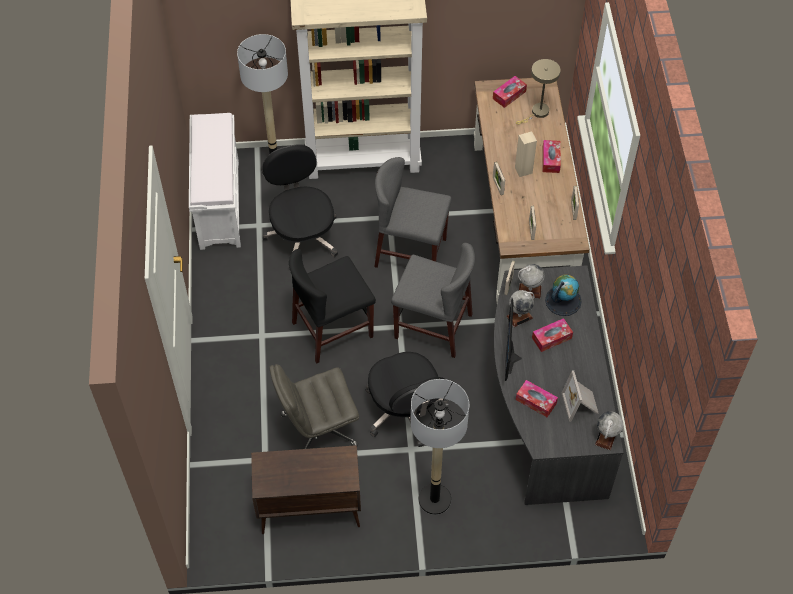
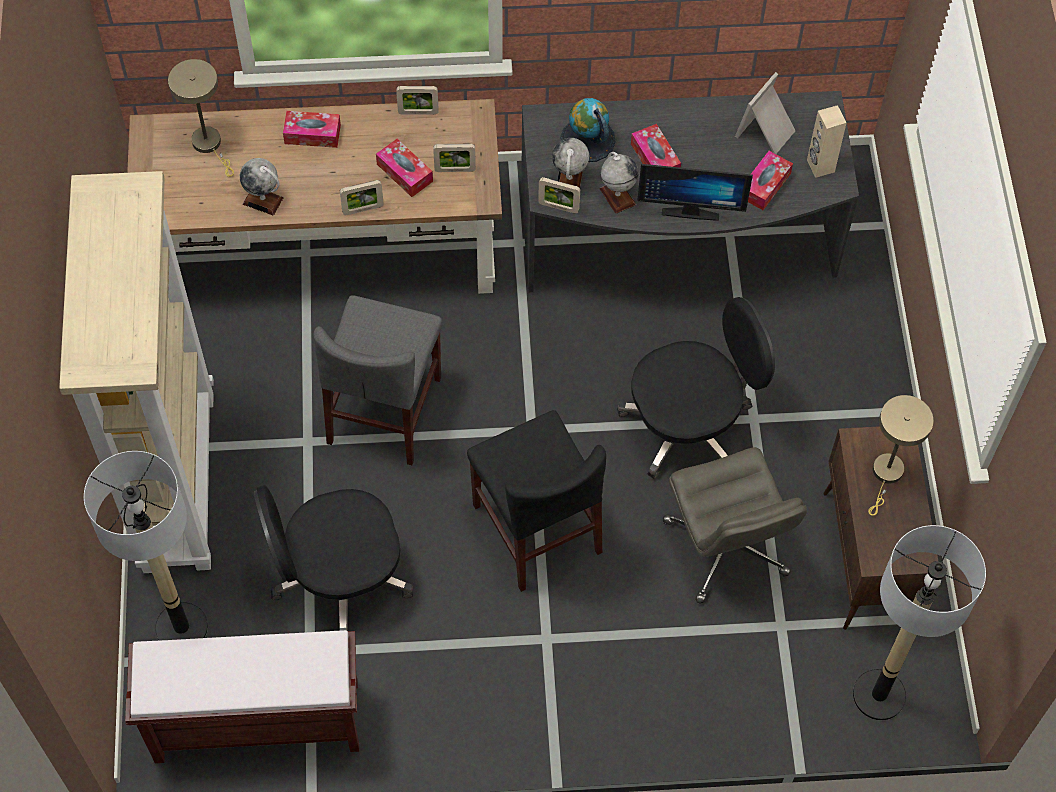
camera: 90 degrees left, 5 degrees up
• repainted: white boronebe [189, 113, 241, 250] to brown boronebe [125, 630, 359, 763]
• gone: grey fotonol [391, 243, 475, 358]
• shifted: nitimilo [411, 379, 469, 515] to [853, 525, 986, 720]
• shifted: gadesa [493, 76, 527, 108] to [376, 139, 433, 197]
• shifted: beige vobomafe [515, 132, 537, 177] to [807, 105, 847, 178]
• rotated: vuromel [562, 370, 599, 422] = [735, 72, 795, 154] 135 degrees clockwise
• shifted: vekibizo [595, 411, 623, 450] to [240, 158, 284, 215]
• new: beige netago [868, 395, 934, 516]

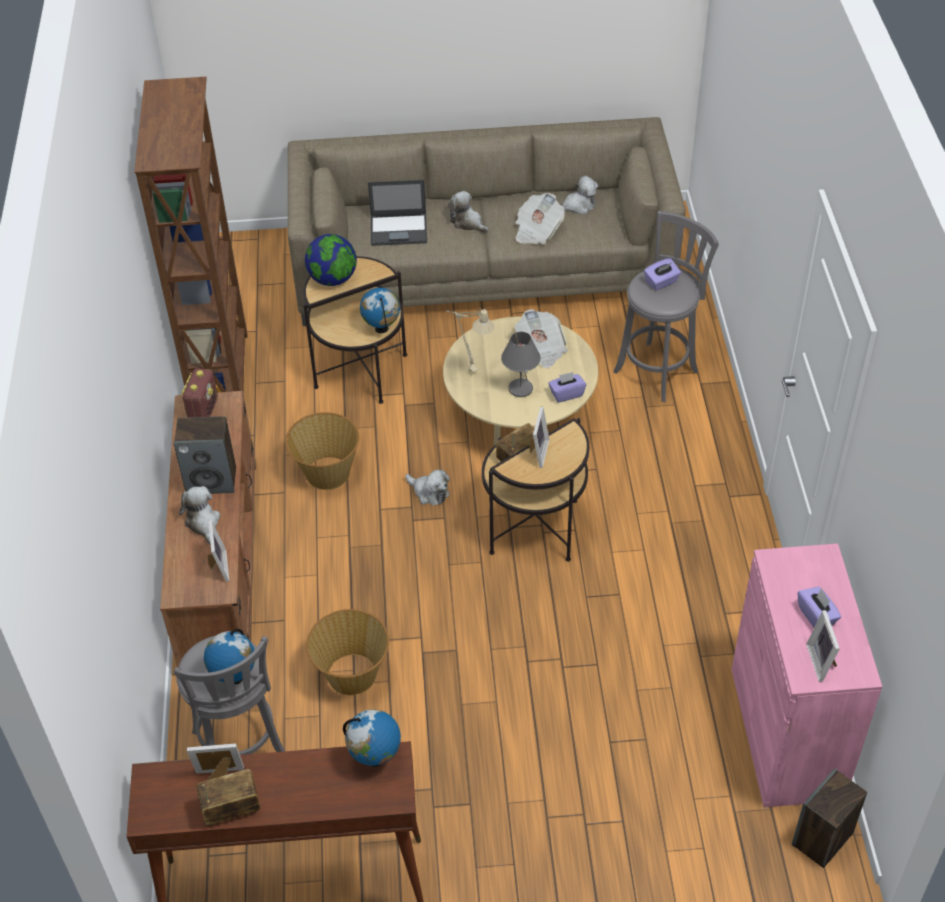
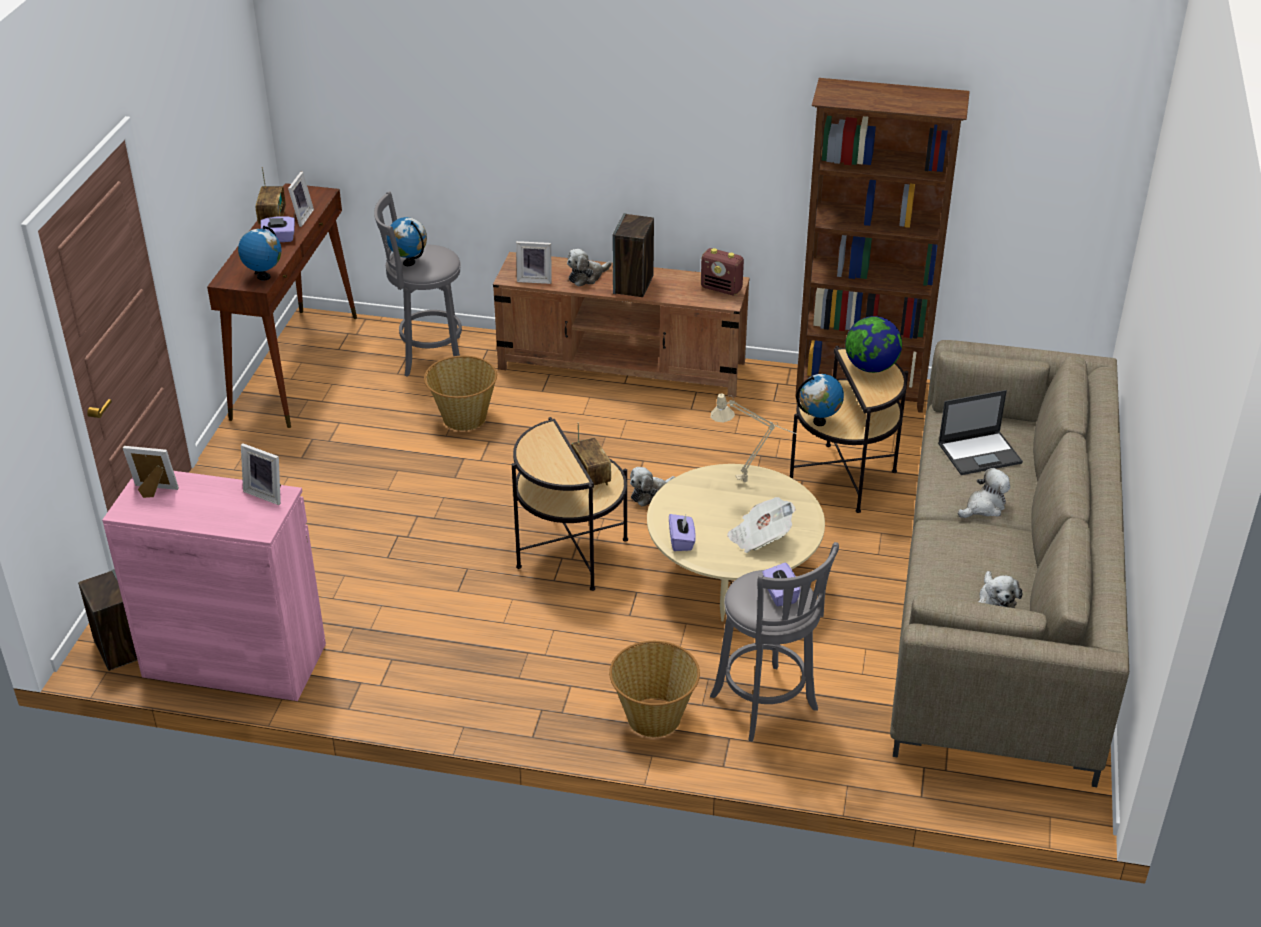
camera: 105 degrees right, 10 degrees down
• rotated: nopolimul [179, 486, 220, 545] = [567, 249, 612, 286] 150 degrees clockwise
• shifted: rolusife [285, 412, 359, 490] to [609, 641, 700, 737]
• rotated: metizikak [368, 180, 427, 246] = [938, 390, 1023, 475] 120 degrees counterclockwise
• gone: grey netago [501, 332, 541, 397]
• gone: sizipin [515, 193, 565, 245]
• shifted: vuromel [529, 407, 549, 468] to [241, 443, 281, 505]
• shifted: purple gadesa [798, 587, 841, 627] to [261, 216, 295, 242]

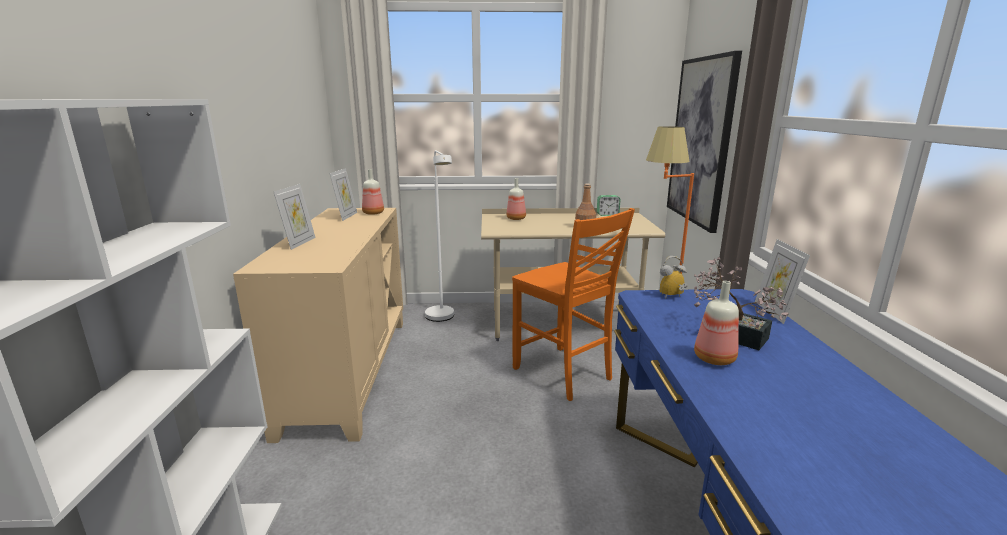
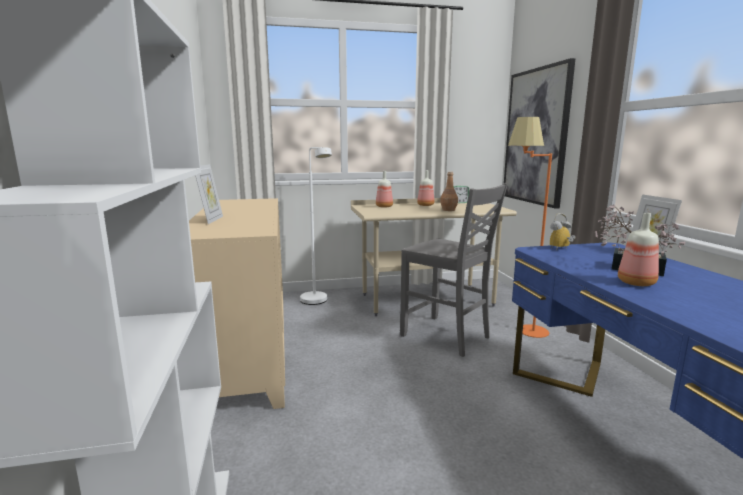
camera: 10 degrees left, 5 degrees down
• gone: vuromel [329, 168, 357, 221]
• shifted: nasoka [362, 169, 384, 215] to [417, 170, 434, 206]
• repainted: orange fotonol [512, 208, 635, 401] to grey fotonol [400, 183, 508, 357]

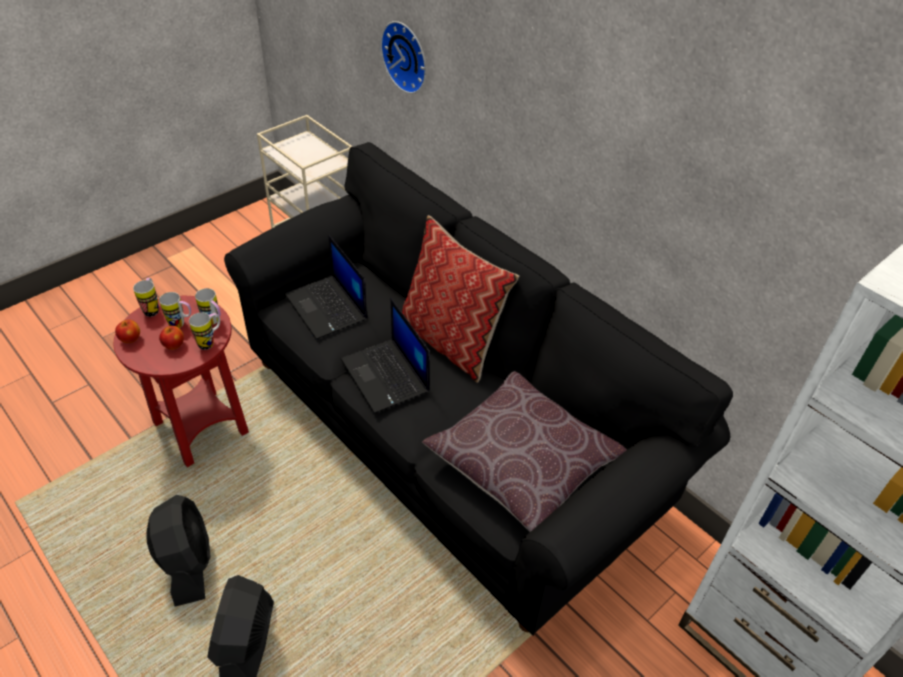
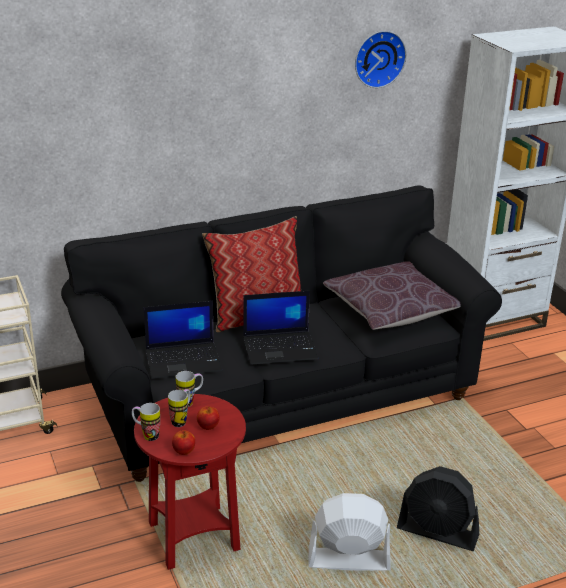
camera: 70 degrees left, 15 degrees down
• repainted: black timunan [146, 495, 211, 606] to white timunan [308, 493, 391, 571]
• gone: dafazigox [189, 312, 220, 350]
• shifted: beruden [380, 21, 426, 94] to [355, 31, 406, 88]

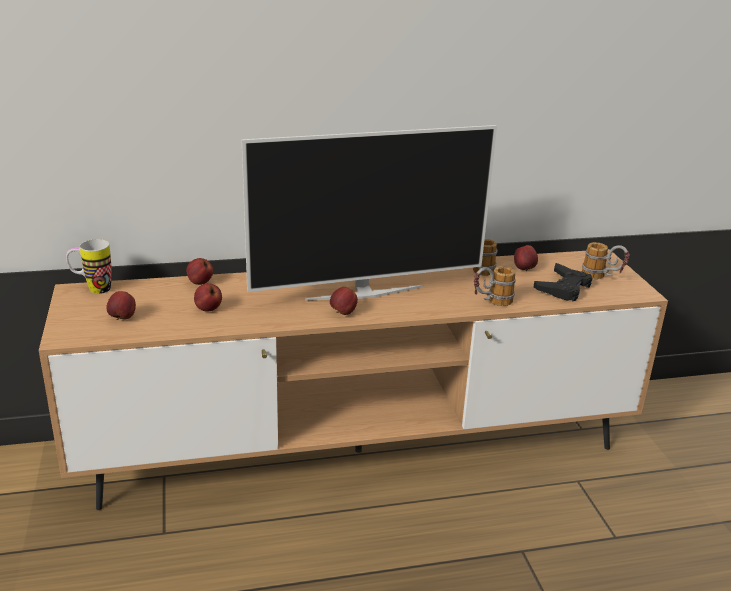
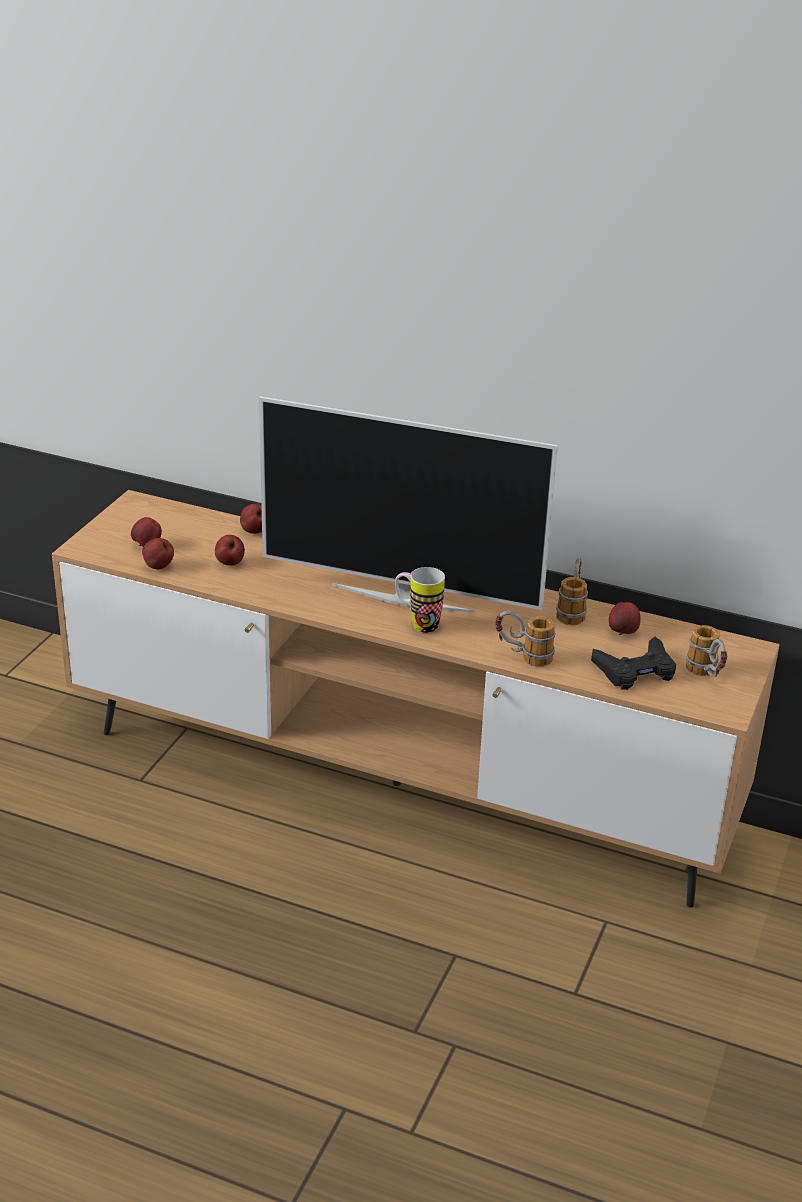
camera: 35 degrees right, 5 degrees up
• shifted: dafazigox [66, 239, 112, 294] to [395, 567, 445, 633]
• shifted: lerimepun [330, 287, 358, 315] to [142, 538, 174, 569]

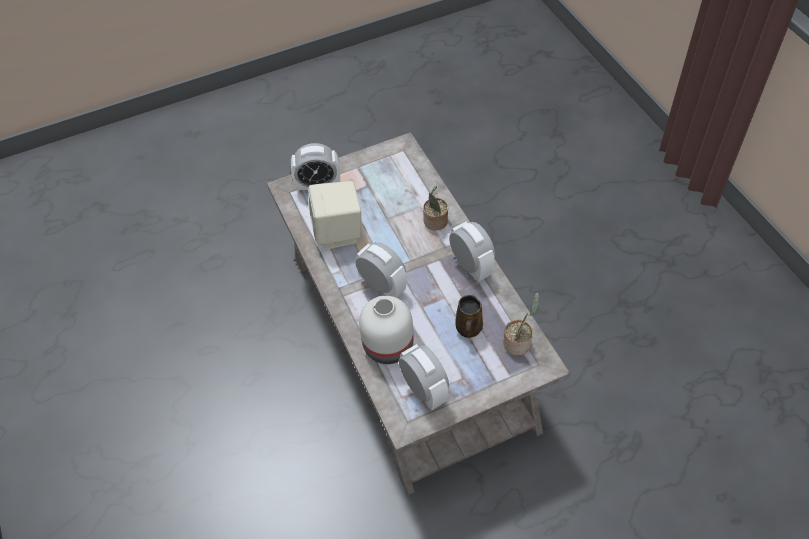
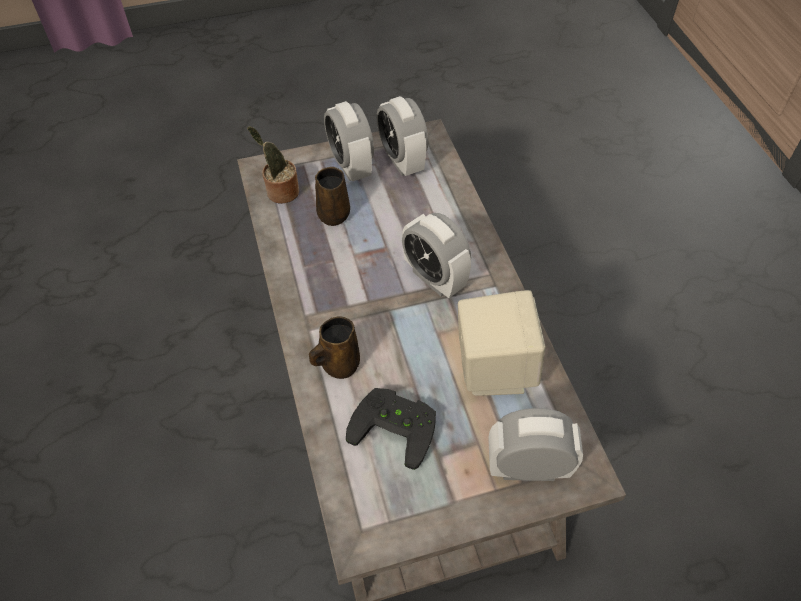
camera: 175 degrees left, 0 degrees up
• gone: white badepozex [359, 296, 413, 364]
• swapped: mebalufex [423, 186, 448, 230] to brown dafazigox [309, 316, 360, 379]
• shifted: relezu [449, 222, 495, 282] to [324, 101, 374, 181]
• new: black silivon [346, 388, 436, 470]

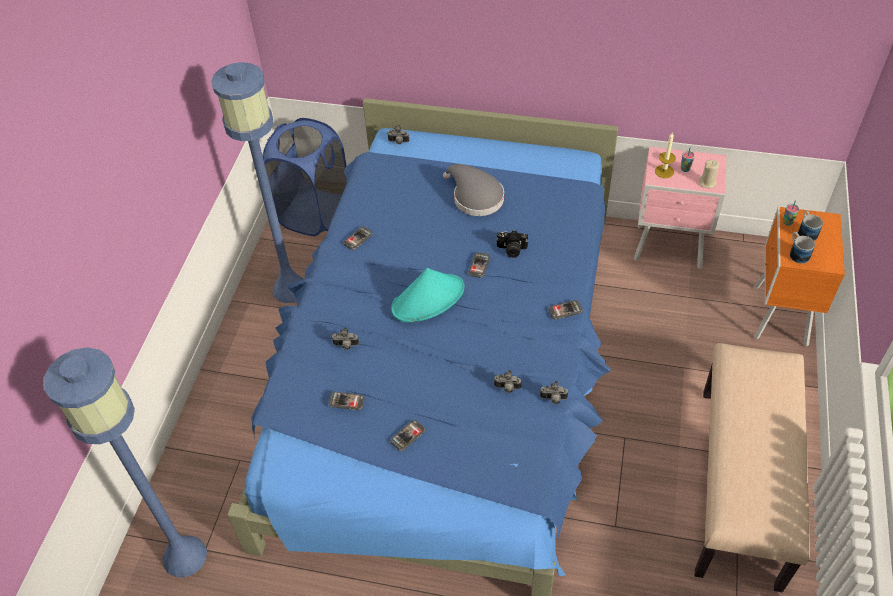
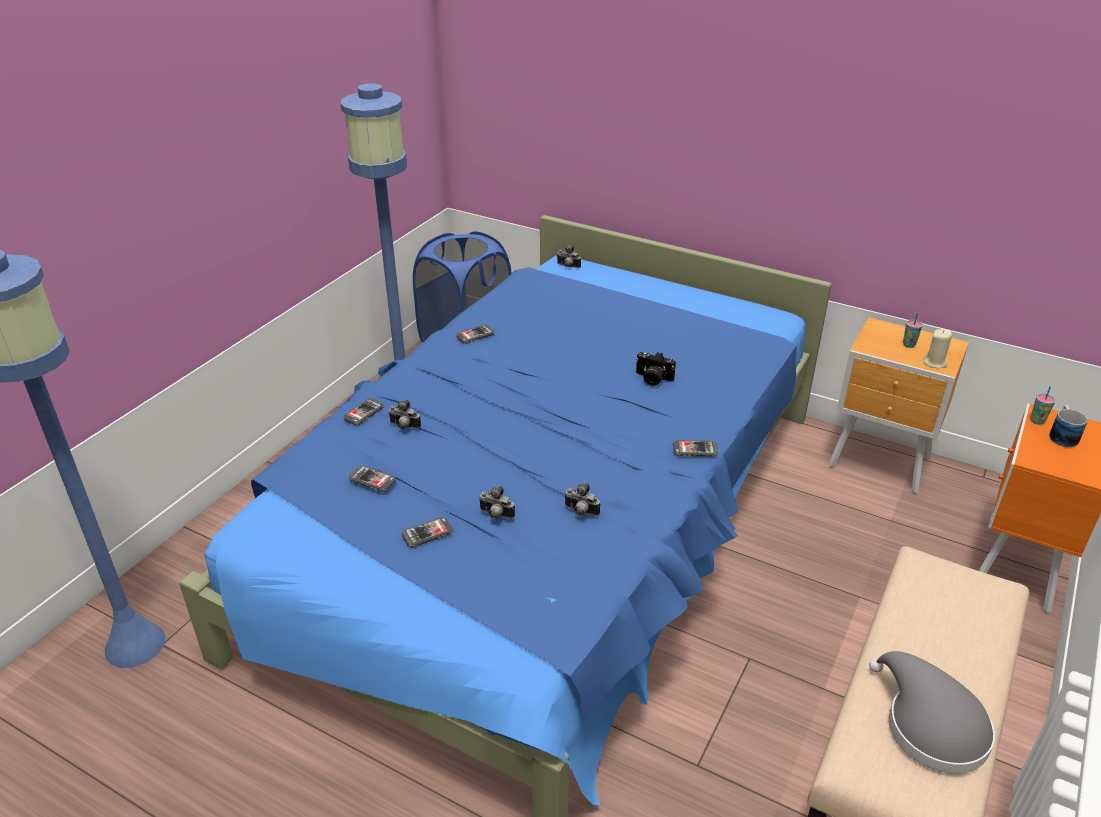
camera: 15 degrees right, 15 degrees down
• gone: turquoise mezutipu [391, 268, 464, 322]
• shifted: grey mezutipu [443, 164, 504, 216] to [869, 651, 995, 774]
• shifted: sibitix [468, 252, 490, 278] to [343, 398, 384, 425]
• shifted: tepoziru [540, 381, 568, 404] to [479, 486, 515, 519]
• repainted: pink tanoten [634, 147, 726, 269] to brown tanoten [829, 317, 969, 494]
• gone: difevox [655, 133, 676, 178]
• gone: dafazigox [790, 232, 815, 264]

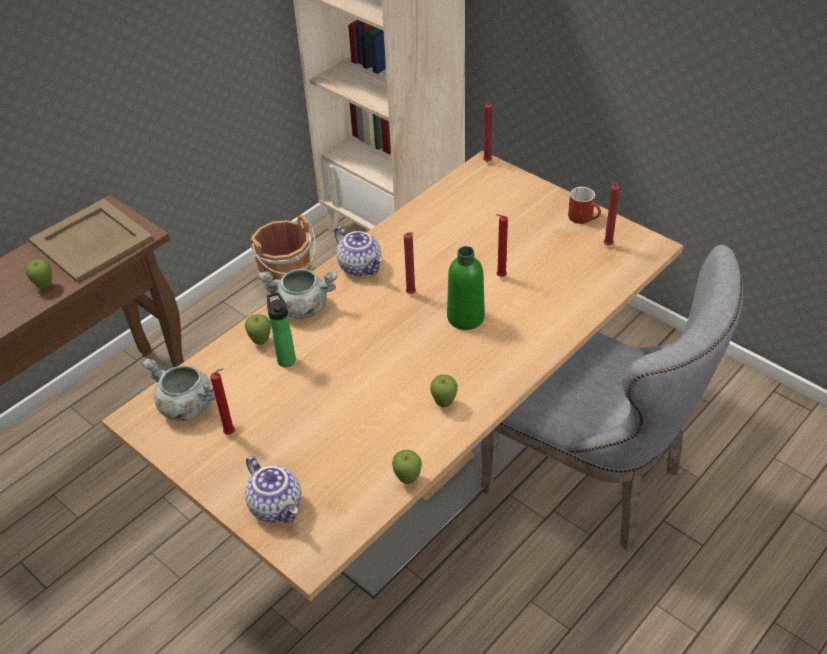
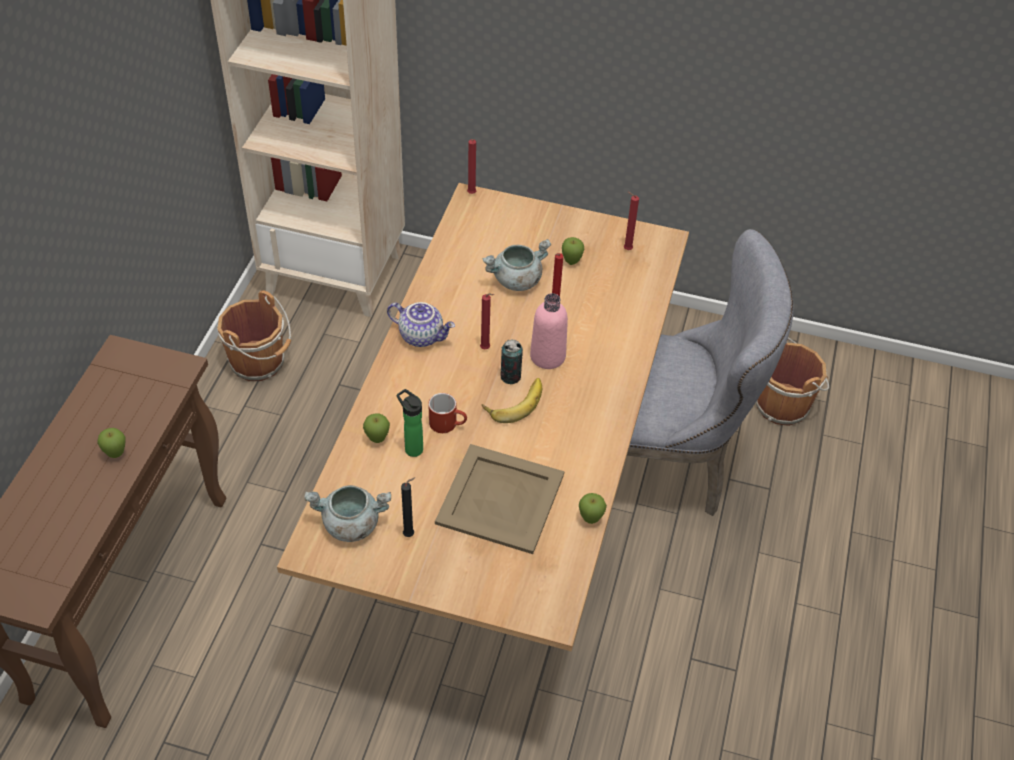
camera: 30 degrees left, 5 degrees up
• shifted: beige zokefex [29, 199, 153, 282] to [435, 444, 564, 554]
• repainted: red difevox [210, 368, 235, 435] to black difevox [401, 477, 415, 537]
• gone: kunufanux [245, 456, 301, 523]
• shifted: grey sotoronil [258, 269, 337, 319] to [482, 239, 551, 291]
• shifted: lerimepun [430, 375, 458, 407] to [562, 237, 584, 265]
• repainted: green nasoka [447, 246, 485, 330] to pink nasoka [530, 293, 568, 369]
• shifted: red dafazigox [568, 187, 601, 224] to [428, 393, 467, 433]
• new: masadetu [482, 378, 542, 423]
• new: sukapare [500, 339, 523, 384]
• new: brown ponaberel [756, 338, 829, 426]

